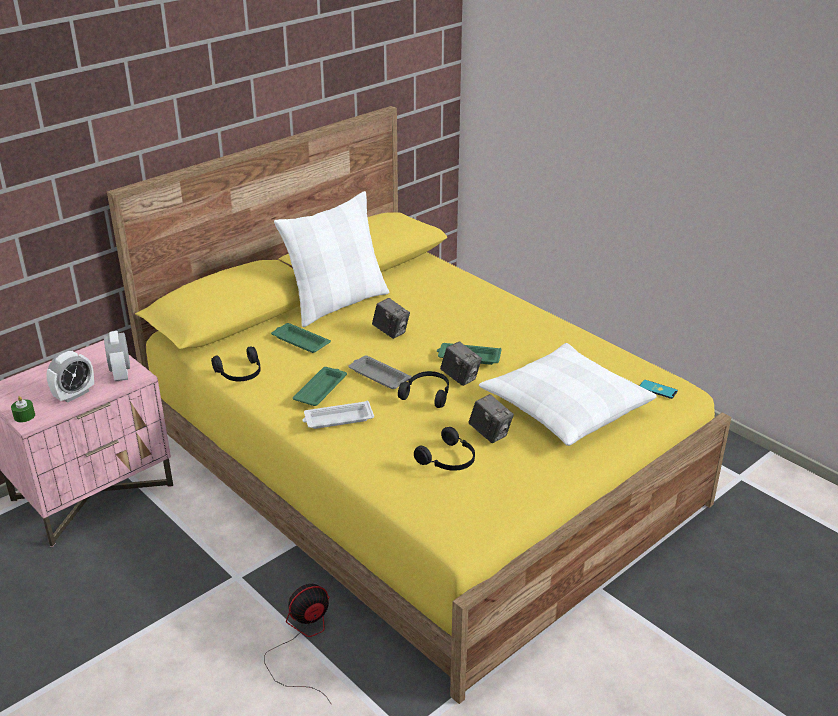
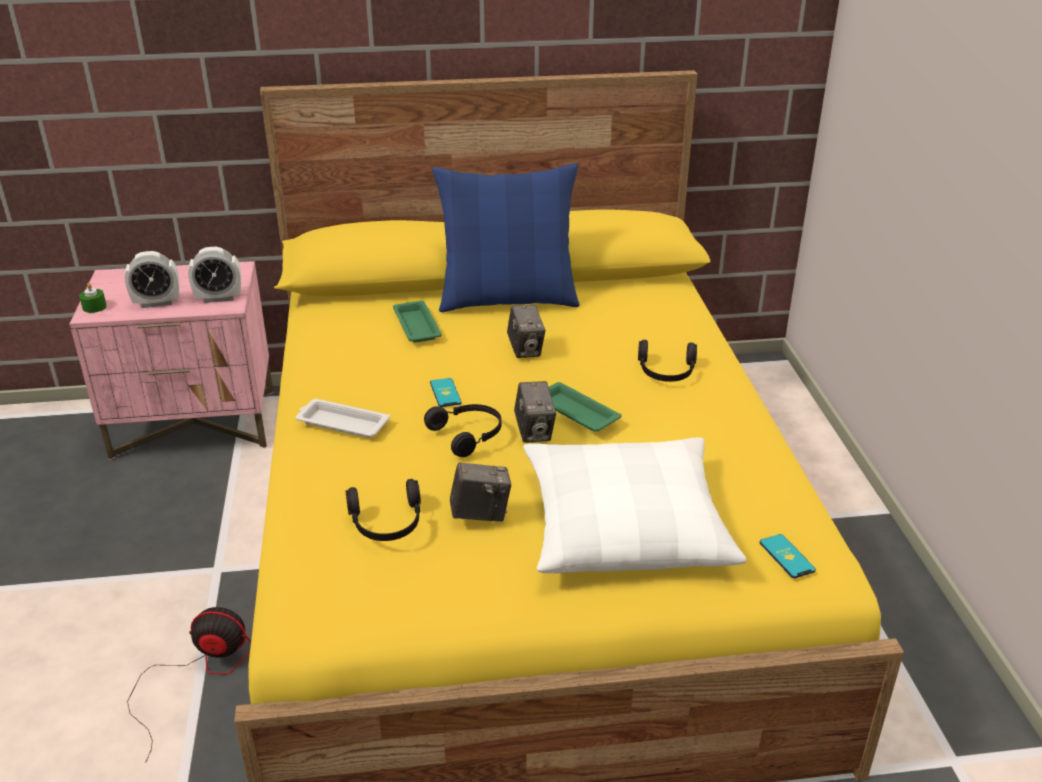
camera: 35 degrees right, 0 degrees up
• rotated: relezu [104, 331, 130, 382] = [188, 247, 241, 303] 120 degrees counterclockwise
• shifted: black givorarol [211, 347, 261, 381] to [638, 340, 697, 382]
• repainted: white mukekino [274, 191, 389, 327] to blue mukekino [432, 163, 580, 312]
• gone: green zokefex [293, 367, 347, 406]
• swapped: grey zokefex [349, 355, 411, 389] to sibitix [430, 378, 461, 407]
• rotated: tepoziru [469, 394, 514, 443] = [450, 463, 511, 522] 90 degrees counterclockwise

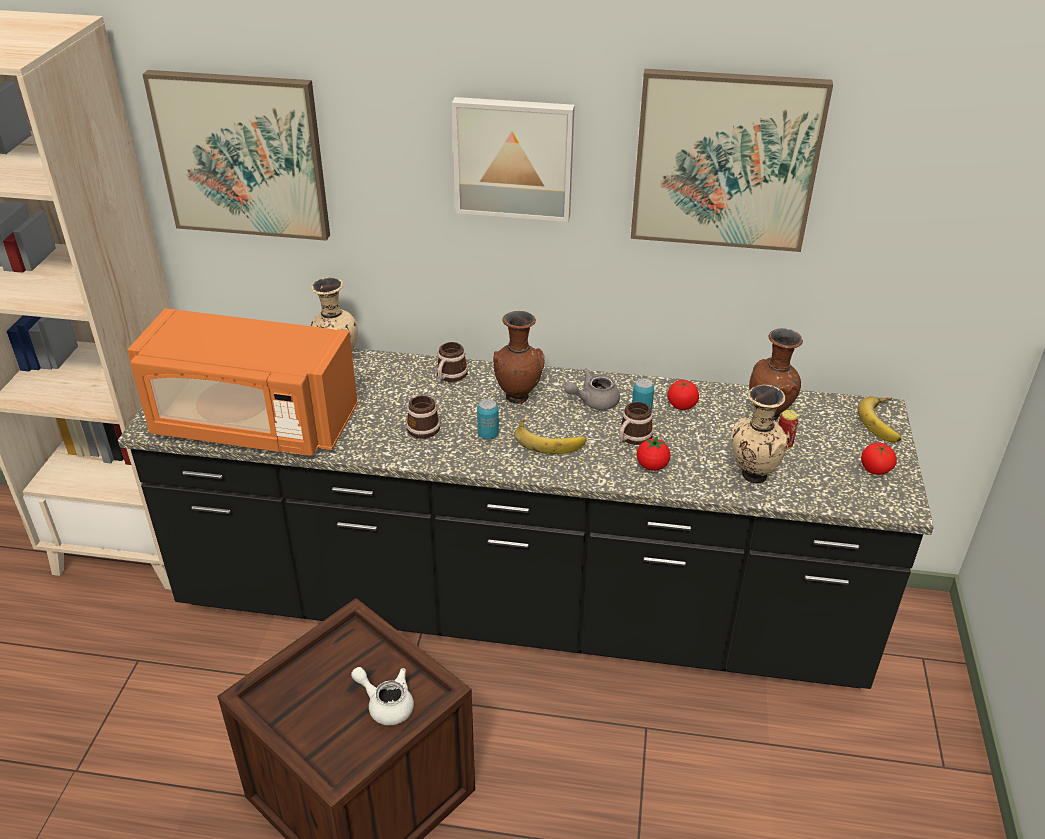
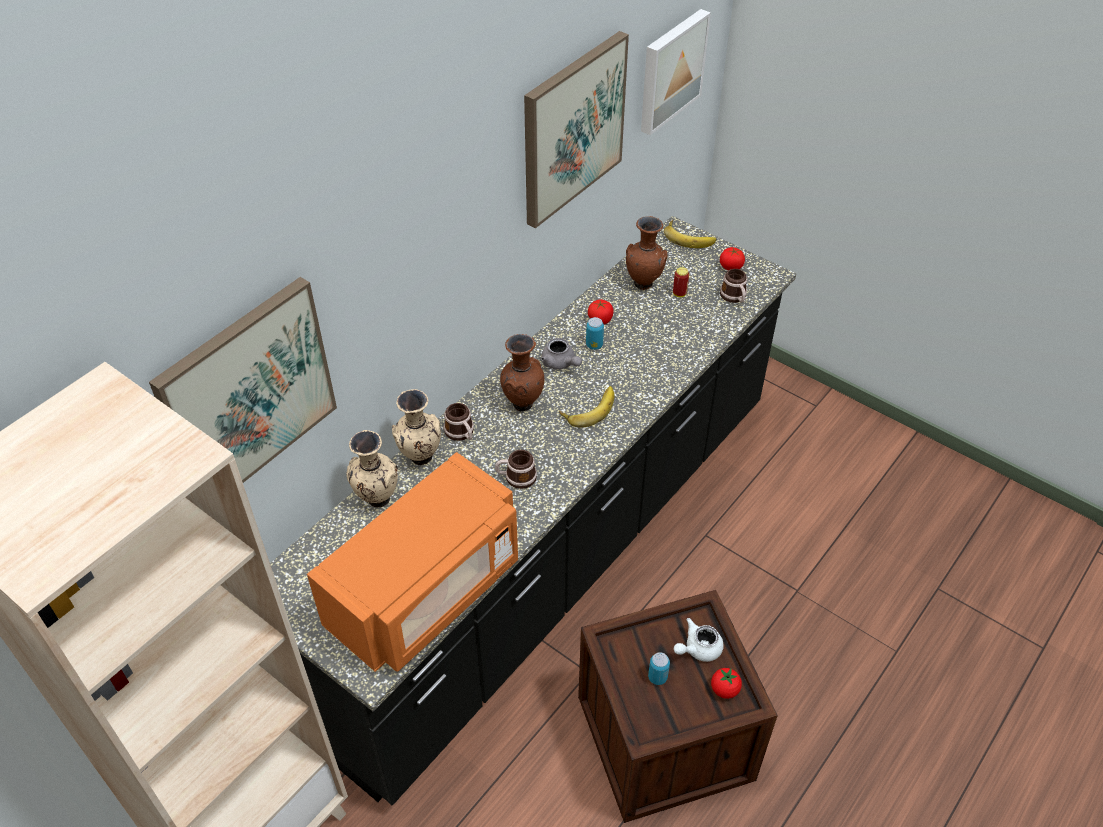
camera: 60 degrees left, 10 degrees up
• shifted: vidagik [452, 97, 575, 222] to [641, 9, 711, 135]
• shifted: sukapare [477, 399, 499, 439] to [648, 652, 670, 685]
• rotated: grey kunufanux [564, 368, 620, 410] = [541, 338, 582, 370] 45 degrees counterclockwise
• shifted: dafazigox [619, 402, 654, 445] to [720, 269, 747, 303]
• shifted: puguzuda [637, 436, 670, 471] to [711, 668, 742, 699]
• shifted: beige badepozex [731, 385, 789, 483] to [392, 389, 441, 465]

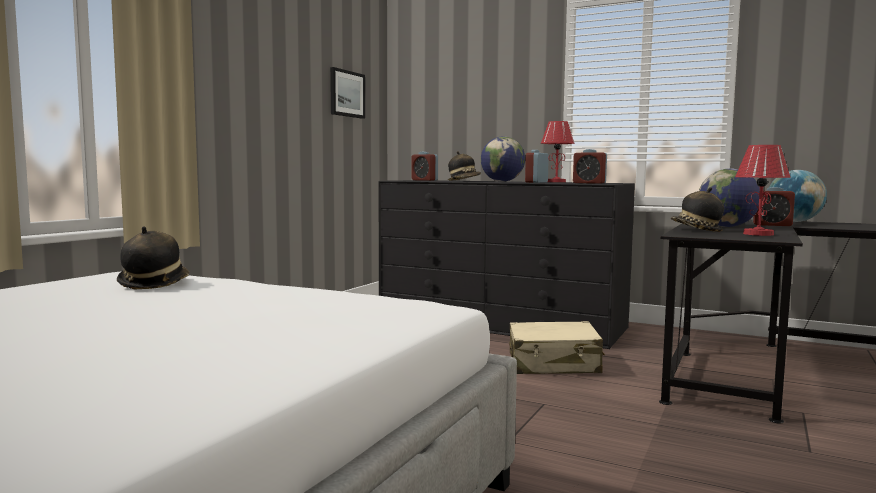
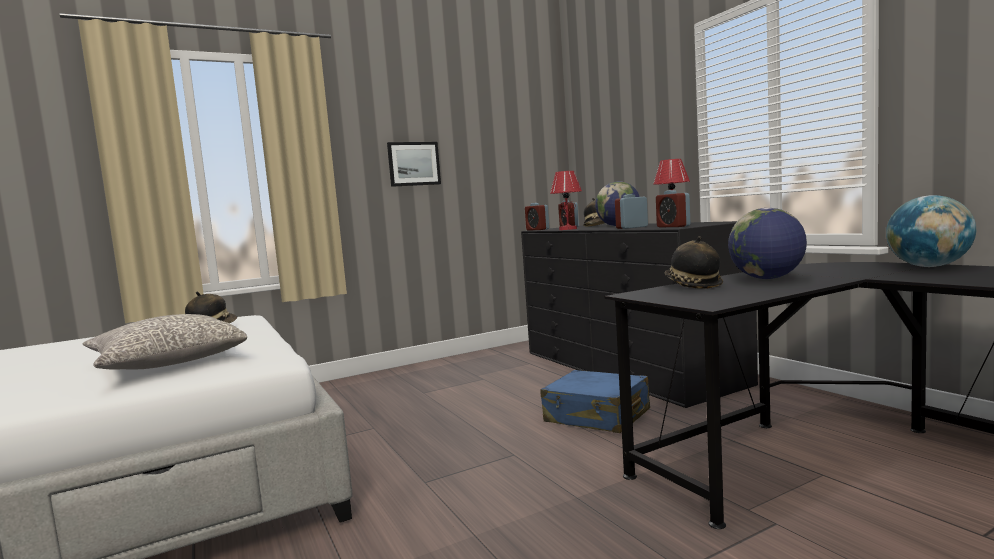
camera: 35 degrees right, 0 degrees up
• shifted: vidagik [330, 67, 365, 119] to [387, 142, 441, 187]
• repainted: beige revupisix [509, 321, 605, 374] to blue revupisix [540, 370, 650, 433]
• shifted: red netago [735, 145, 791, 236] to [550, 171, 582, 230]
• shifted: relezu [753, 187, 795, 226] to [525, 203, 549, 231]
• new: grey mukekino [83, 314, 247, 370]

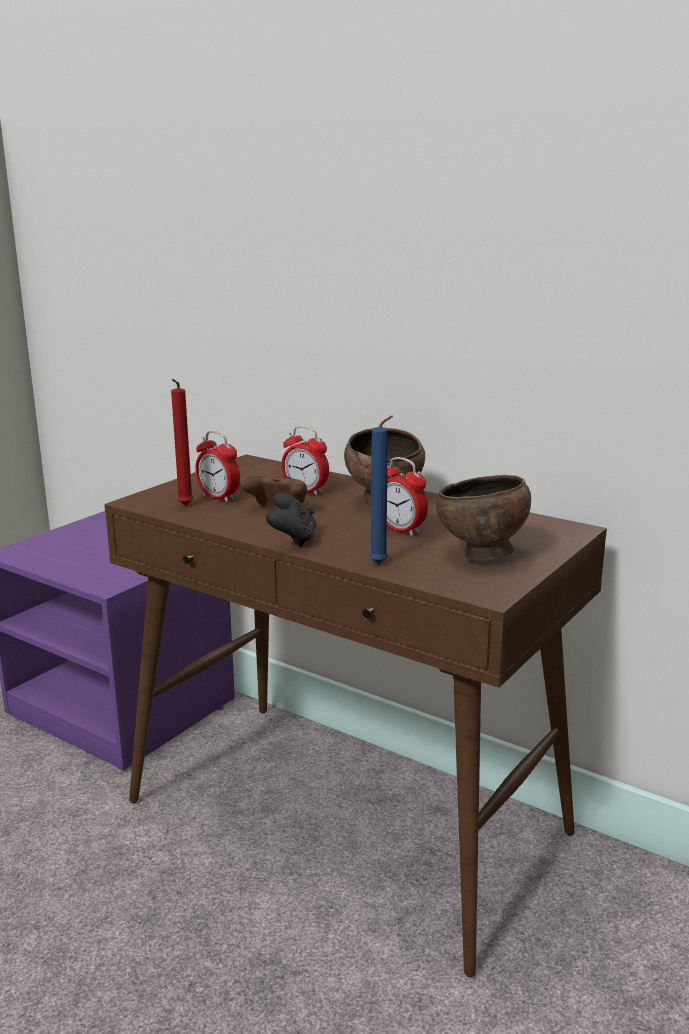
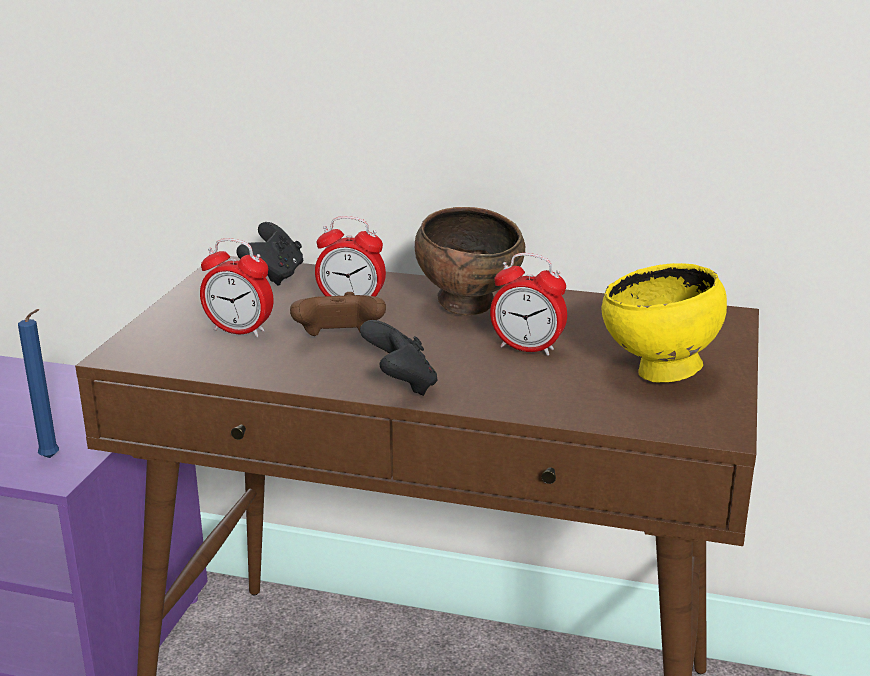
camera: 20 degrees left, 5 degrees up
• gone: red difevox [171, 379, 194, 505]
• shifted: blue difevox [369, 416, 393, 564] to [18, 309, 59, 458]
• repainted: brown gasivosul [436, 475, 531, 561] to yellow gasivosul [601, 263, 727, 382]
• new: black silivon [236, 222, 303, 286]

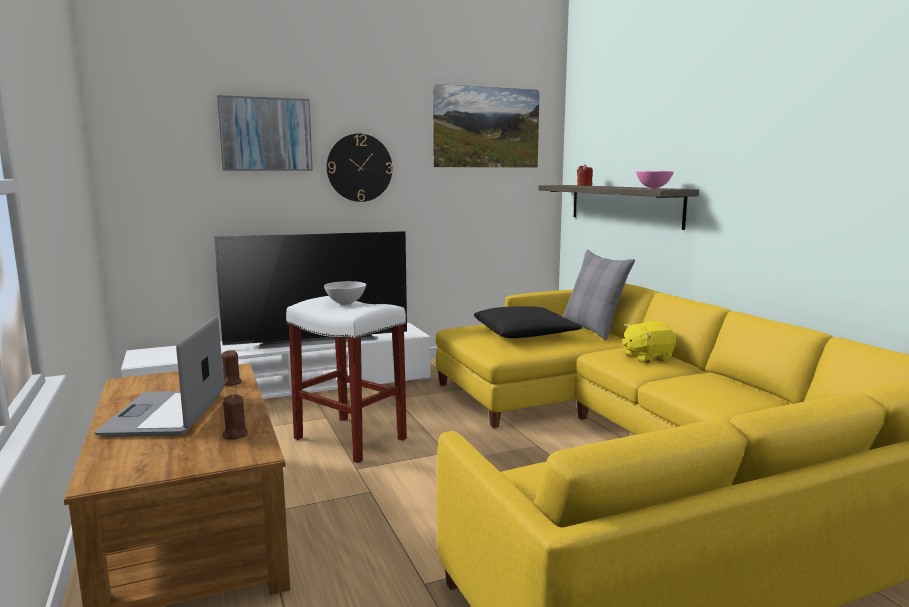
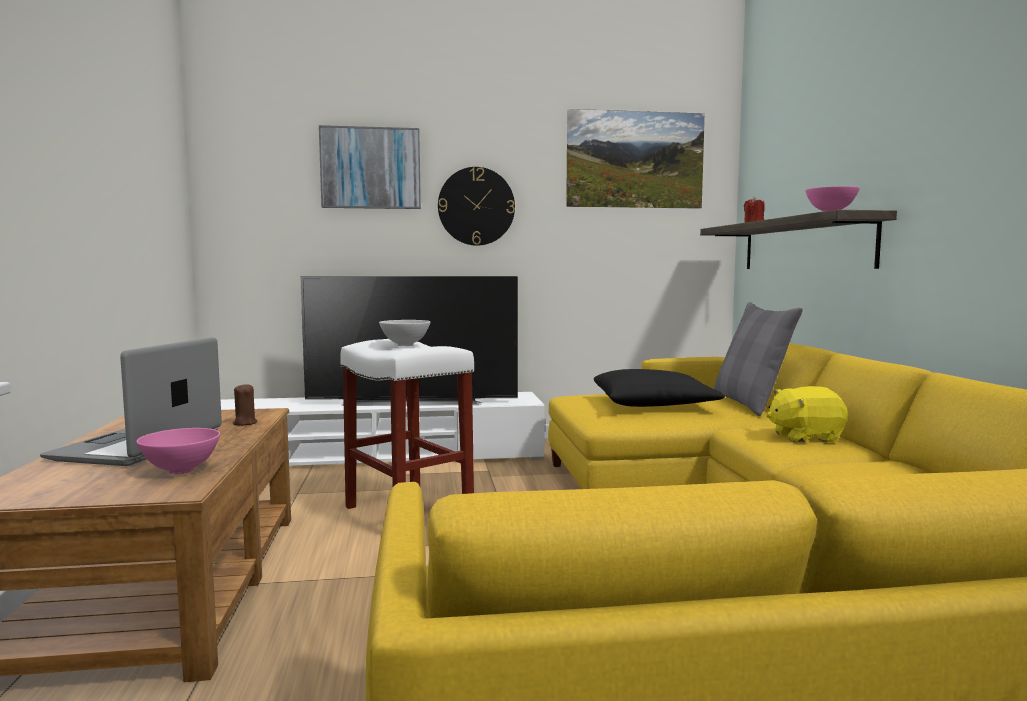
camera: 15 degrees right, 5 degrees down
• swapped: brown difevox [223, 394, 248, 440] to pink gasivosul [136, 428, 220, 474]

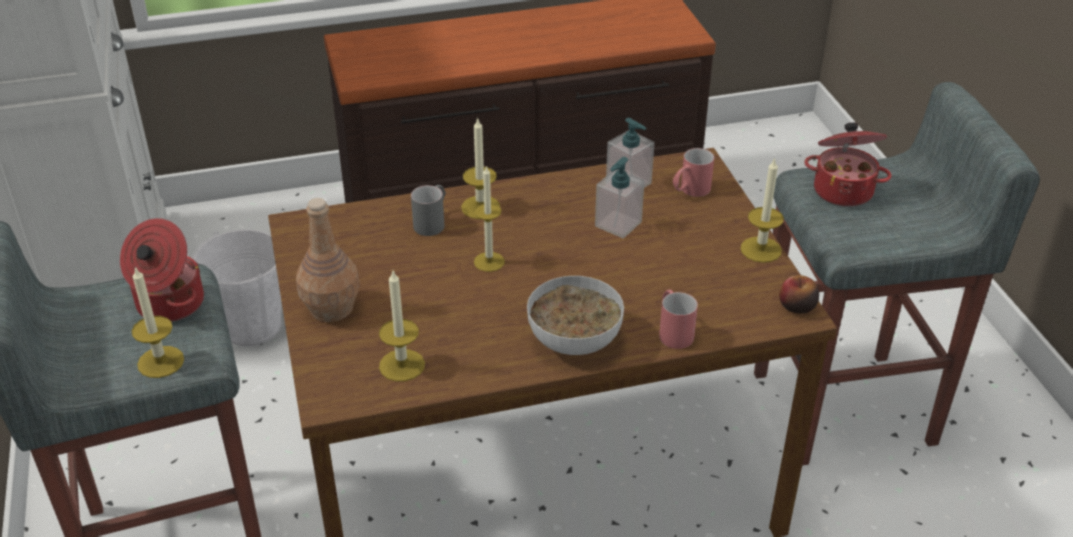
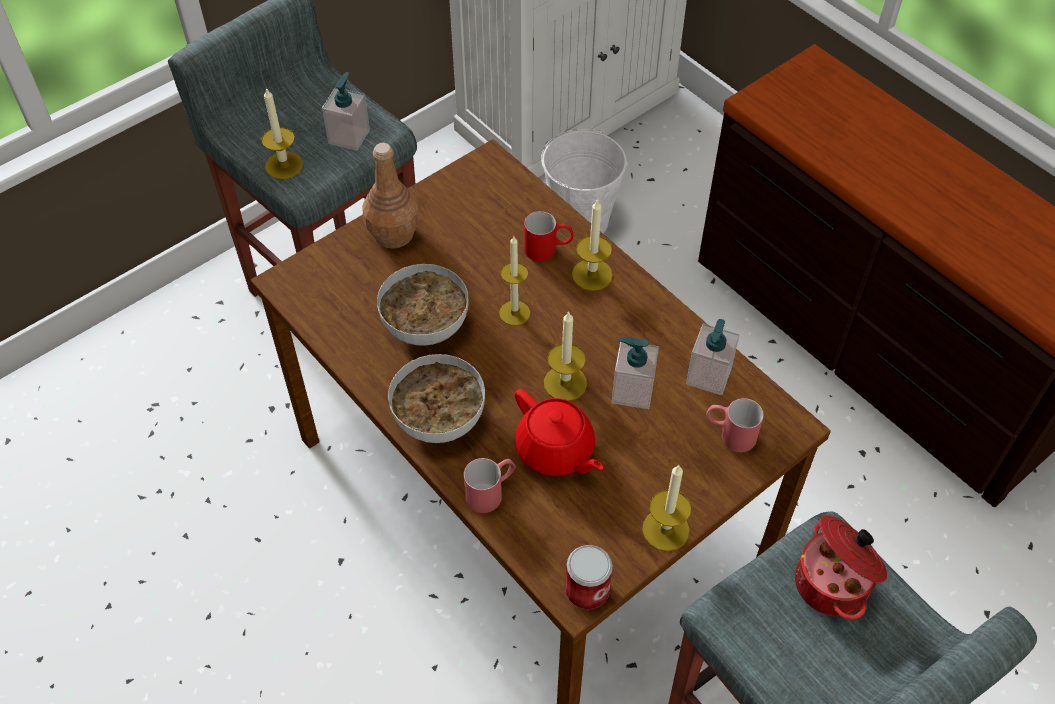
camera: 65 degrees right, 15 degrees up
• swapped: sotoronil [120, 218, 204, 322] to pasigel [322, 72, 370, 151]
• shifted: difevox [379, 271, 425, 381] to [544, 311, 587, 401]
• repainted: grey dafazigox [411, 185, 446, 236] to red dafazigox [524, 211, 573, 262]
• swapped: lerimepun [779, 275, 819, 314] to sukapare [565, 545, 613, 609]
• new: gasivosul [377, 264, 468, 346]
• new: red kunufanux [515, 389, 603, 476]

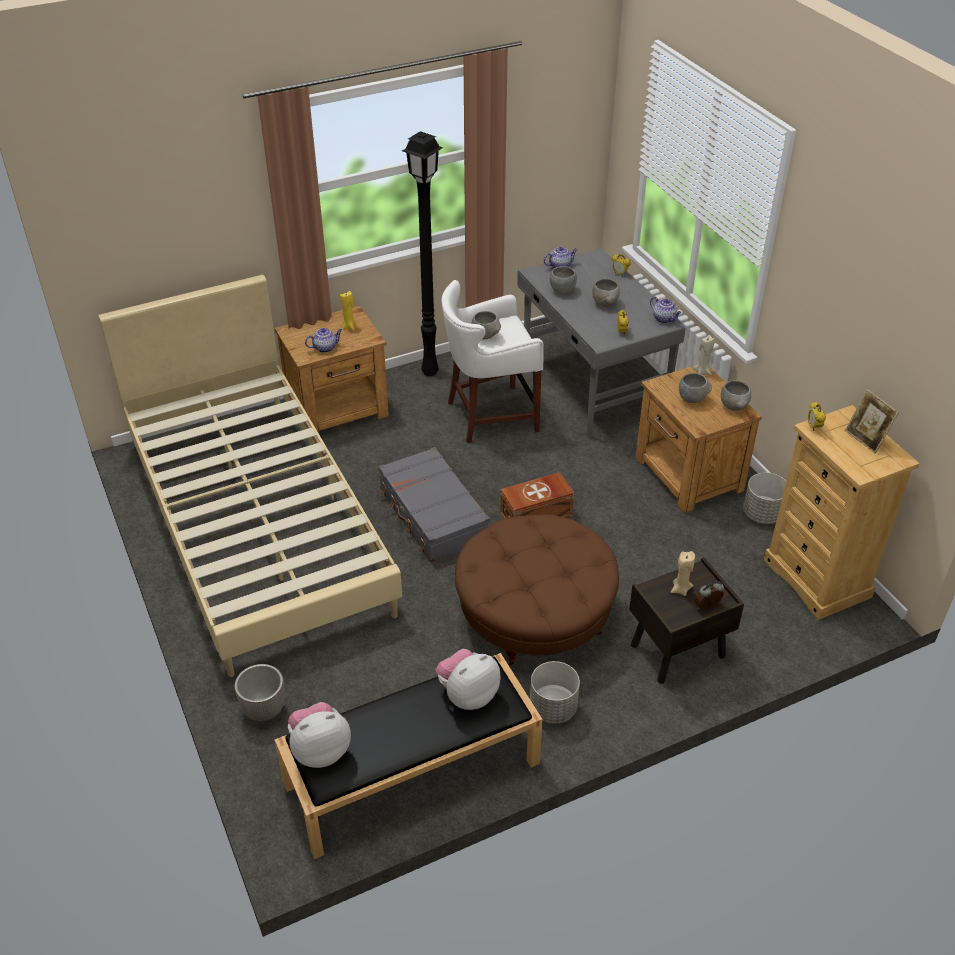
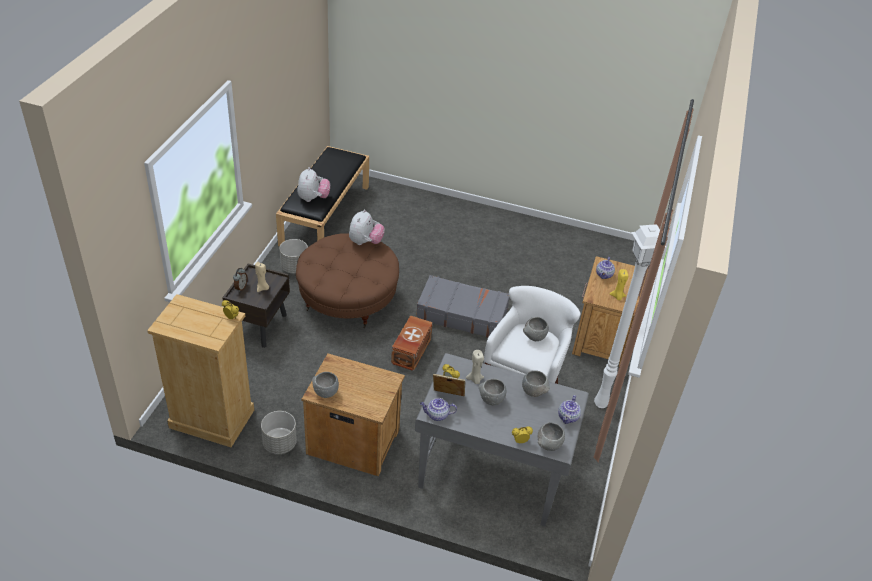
camera: 130 degrees right, 0 degrees up
• gone: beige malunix [98, 275, 402, 677]
• gone: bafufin [235, 664, 285, 721]
• shifted: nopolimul [288, 702, 351, 768] to [349, 210, 385, 245]
• repainted: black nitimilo [402, 131, 443, 376] to white nitimilo [594, 224, 666, 408]
• shifted: grey gasivosul [679, 373, 712, 403] to [538, 422, 565, 451]
• shifted: beige difevox [693, 335, 715, 376] to [466, 350, 484, 384]
• shifted: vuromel [845, 389, 899, 454] to [433, 374, 465, 396]

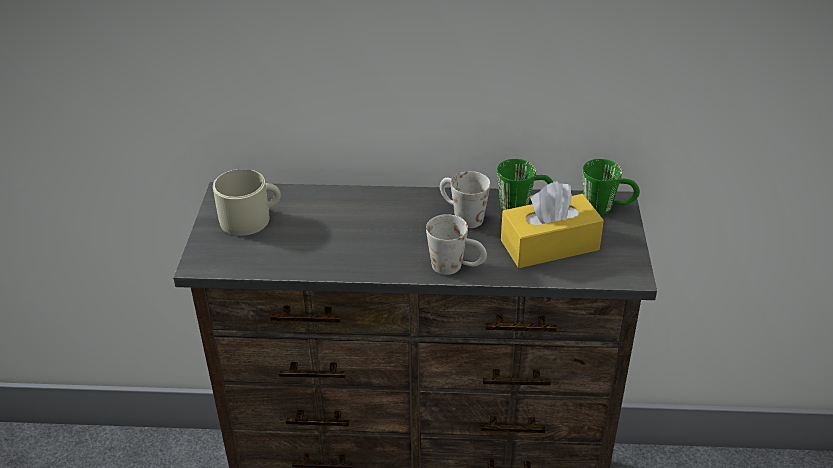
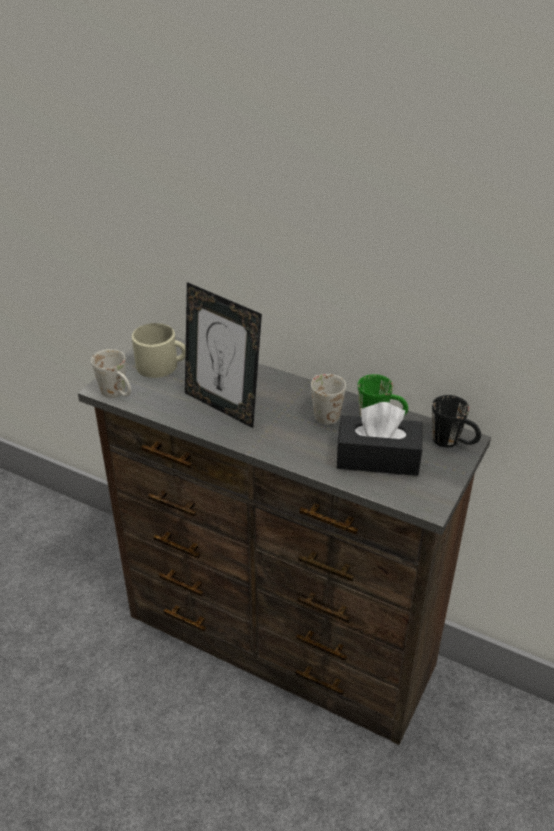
camera: 25 degrees right, 0 degrees up
• shifted: white dafazigox [426, 214, 487, 275] to [91, 349, 131, 398]
• repainted: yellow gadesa [501, 181, 604, 268] to black gadesa [337, 402, 422, 476]
• repainted: green dafazigox [583, 159, 640, 215] to black dafazigox [432, 395, 481, 447]
• new: vuromel [185, 282, 262, 428]

